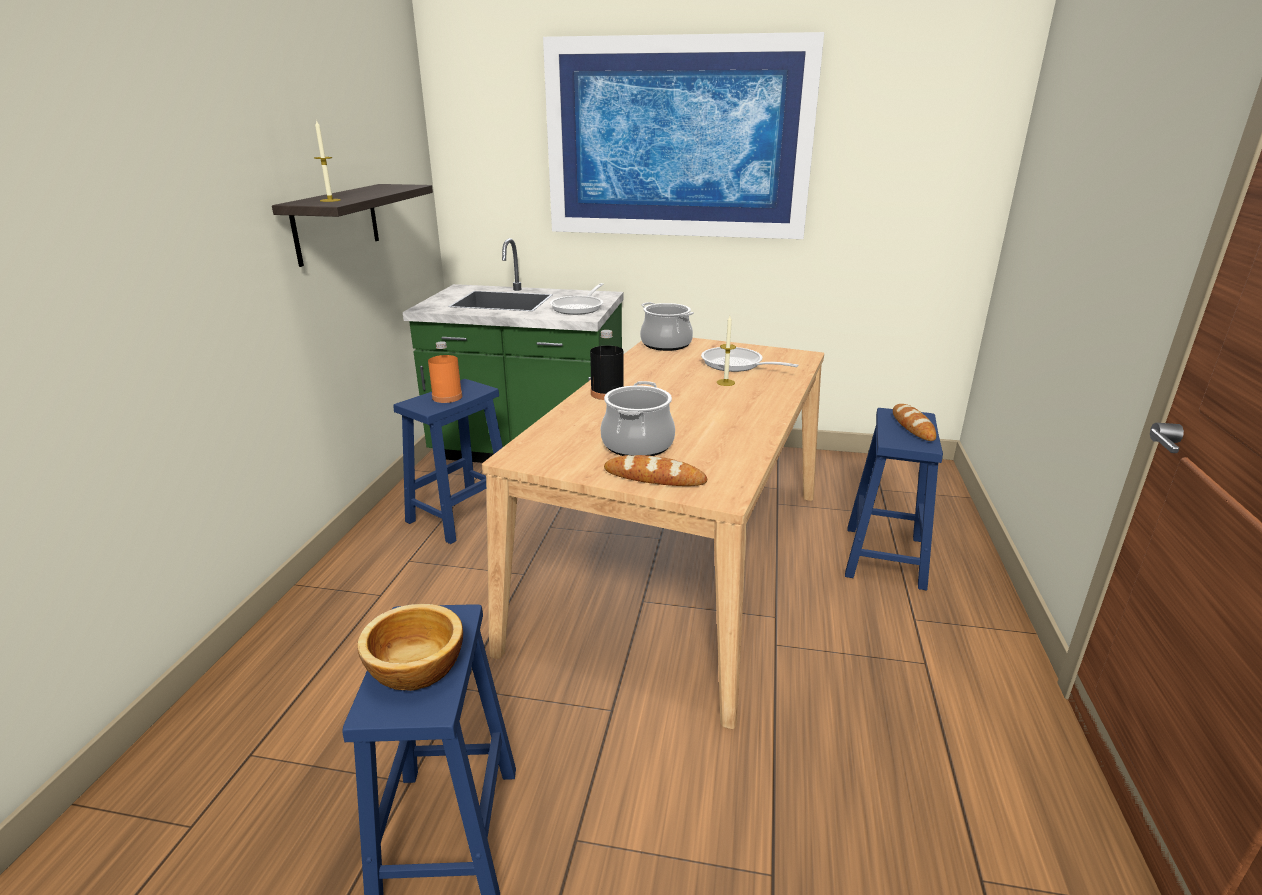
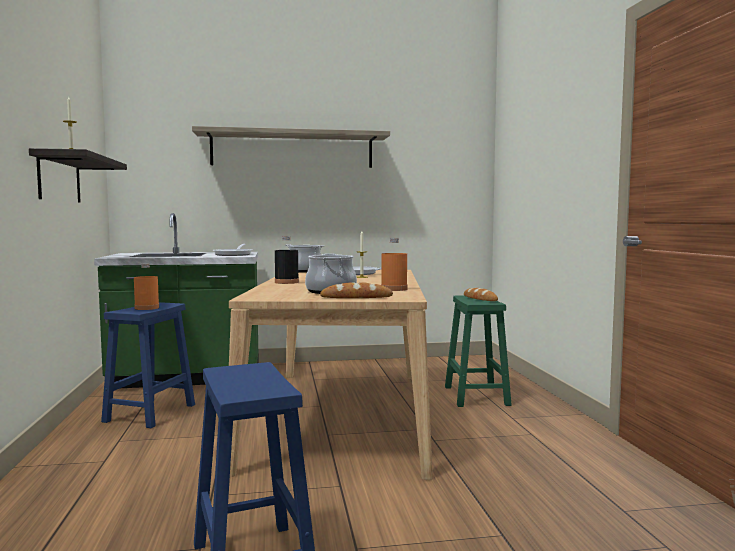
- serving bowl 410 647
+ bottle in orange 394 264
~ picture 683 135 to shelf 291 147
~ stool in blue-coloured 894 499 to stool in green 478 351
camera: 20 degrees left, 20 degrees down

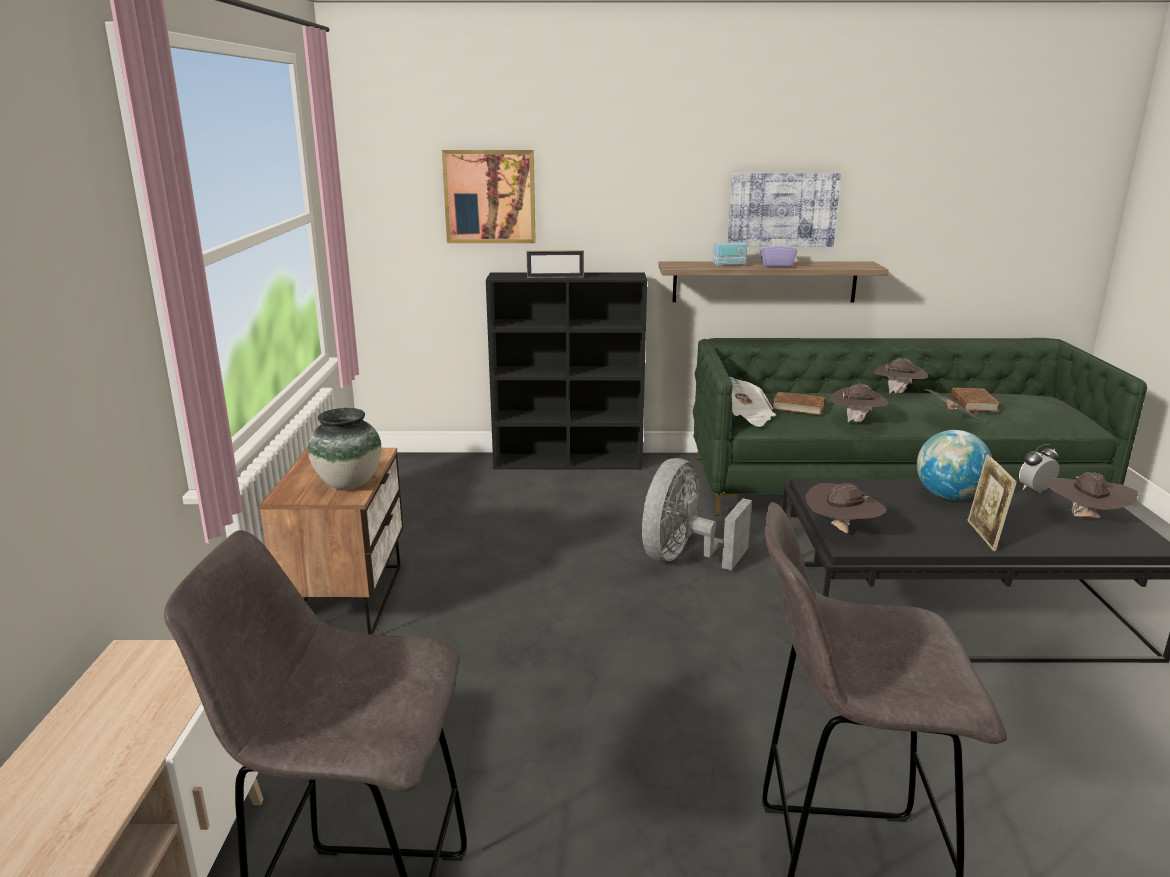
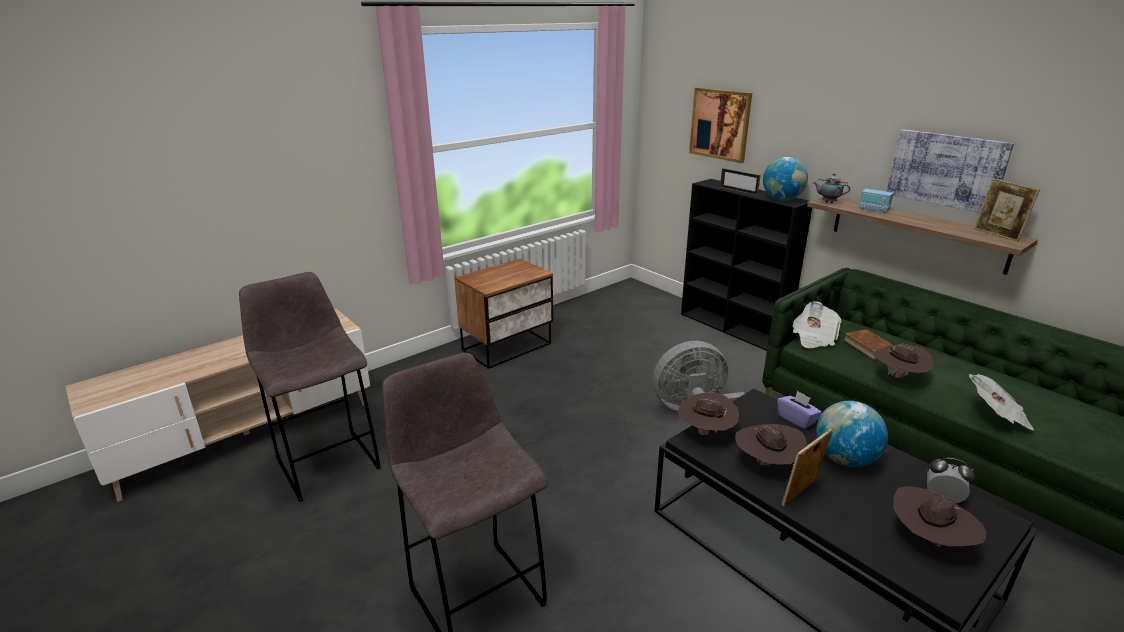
- decorative vase 344 449
- volume in brownish 975 400
+ world globe 785 178
+ teapot 832 188
+ photo frame 1007 210
~ box of tissues in purple 778 252 to 799 410
~ clothing hat in brownish 901 376 to 771 444
camera: 50 degrees right, 5 degrees up

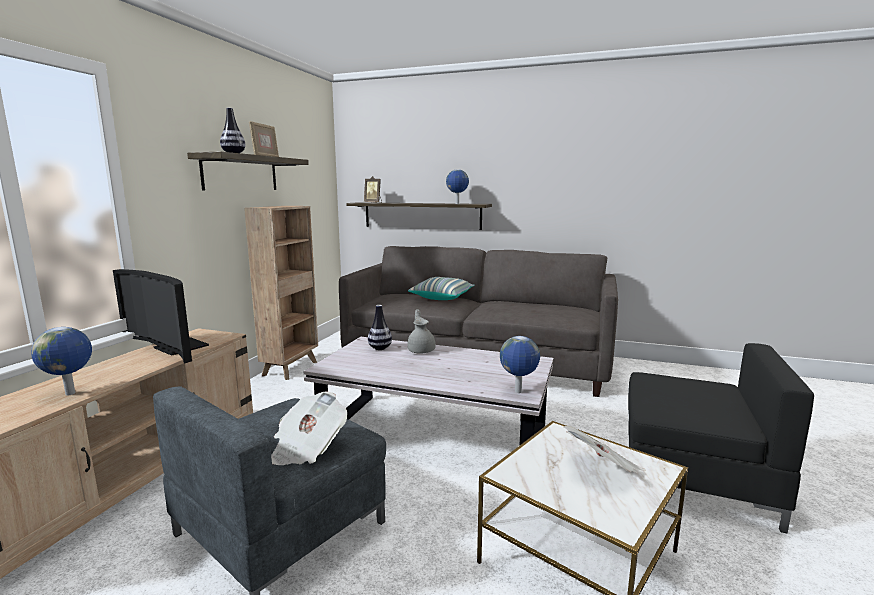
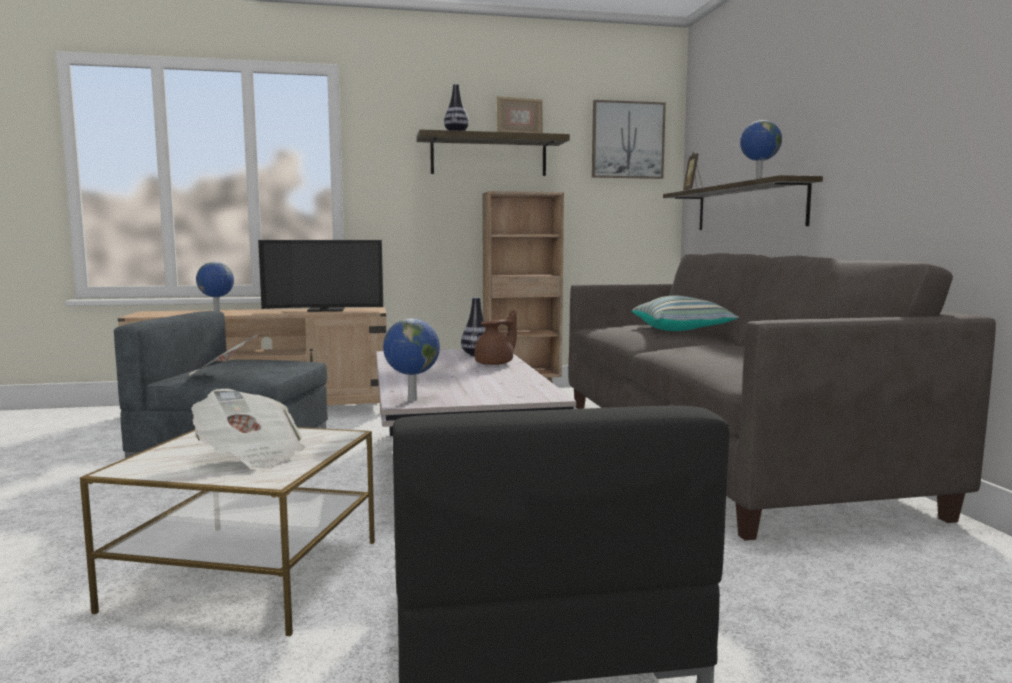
+ picture 629 139
~ teapot in greyish 421 331 to teapot in brownish 495 337
~ TV set 161 316 = 320 276 105 degrees counterclockwise
camera: 60 degrees right, 5 degrees down

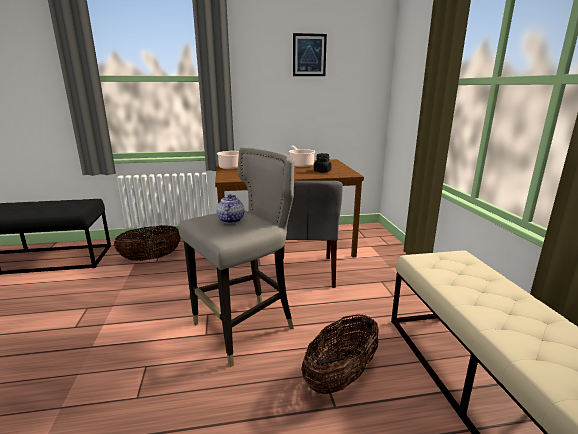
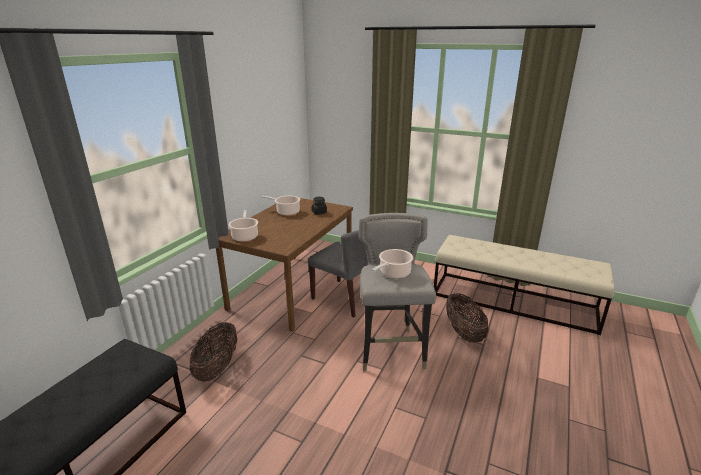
- picture 310 54
~ teapot 230 208 to cooking pot 392 263
camera: 55 degrees left, 5 degrees up

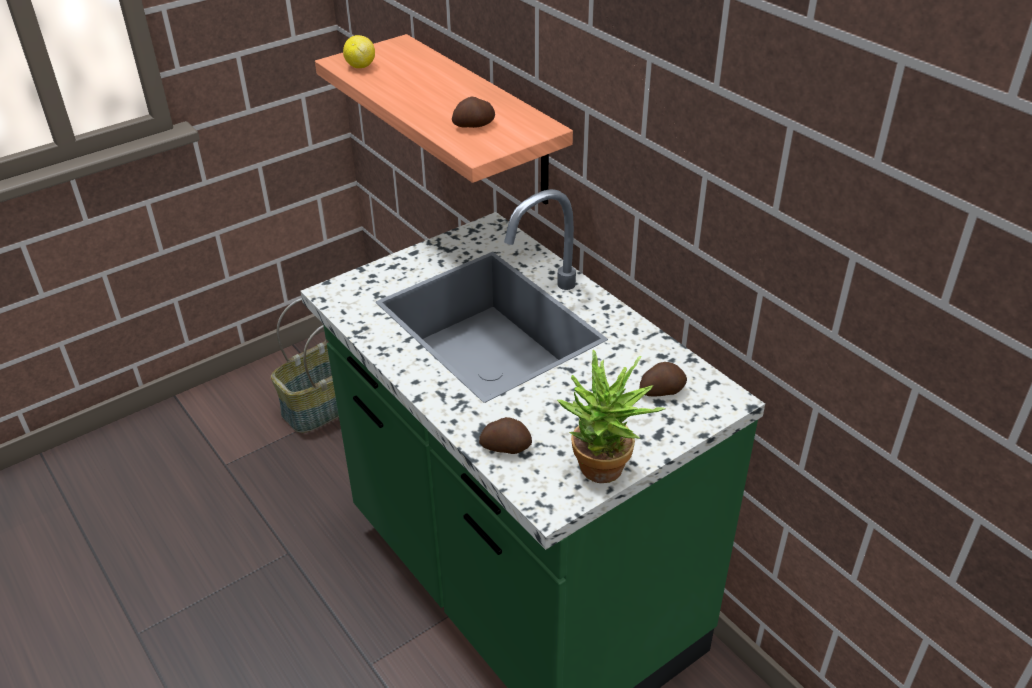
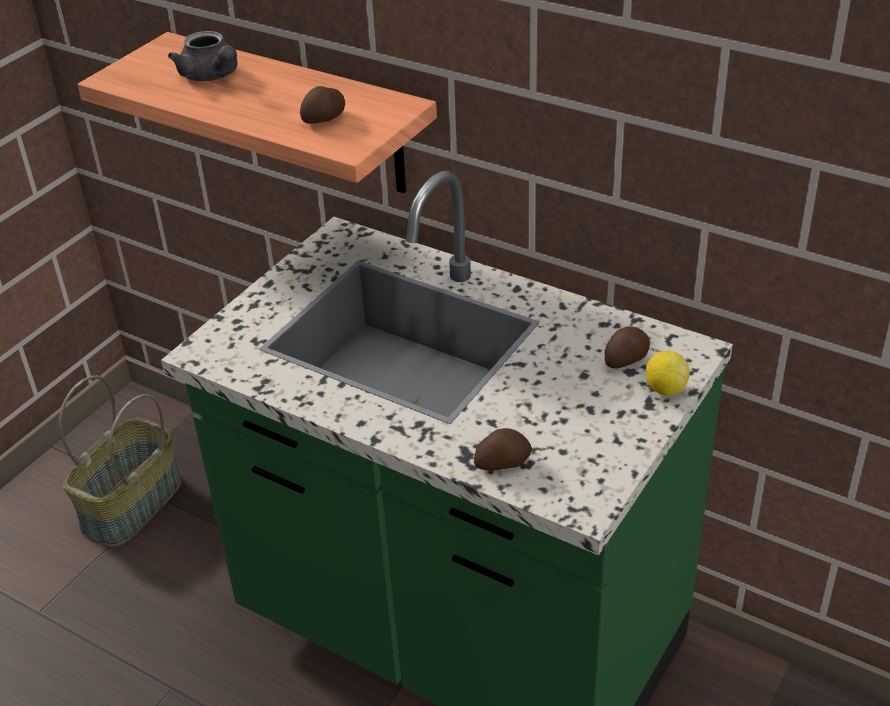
- plant in a pot 611 416
+ teapot in greyish 202 56
~ lemon 359 51 to 668 373
camera: 20 degrees left, 0 degrees up

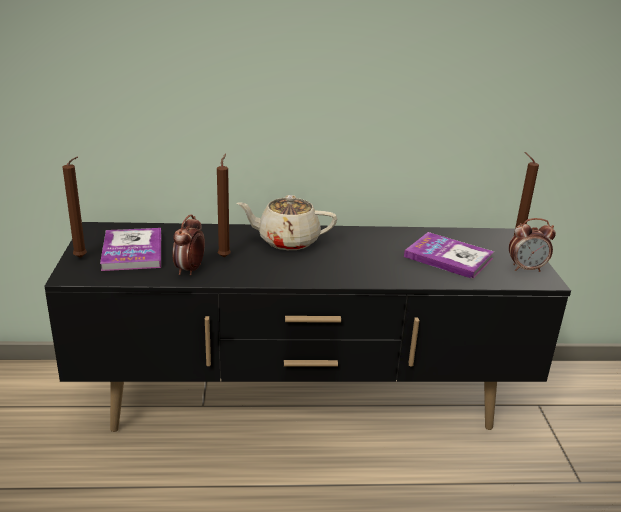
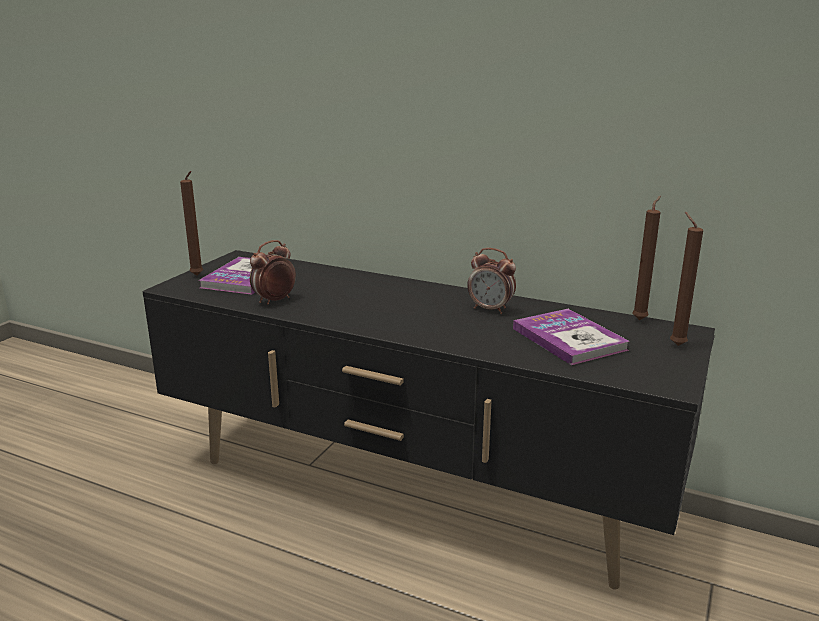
- teapot in sand-coloured 287 222
~ wax light in brownish 224 205 to 646 258
~ bedside clock 532 245 to 491 281
camera: 30 degrees right, 5 degrees down

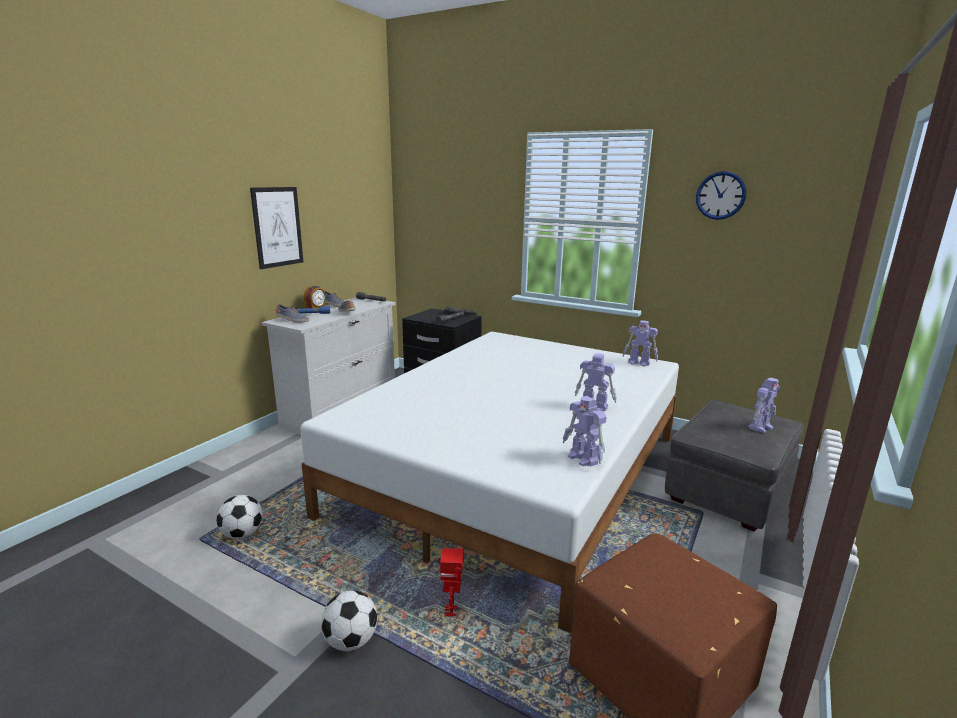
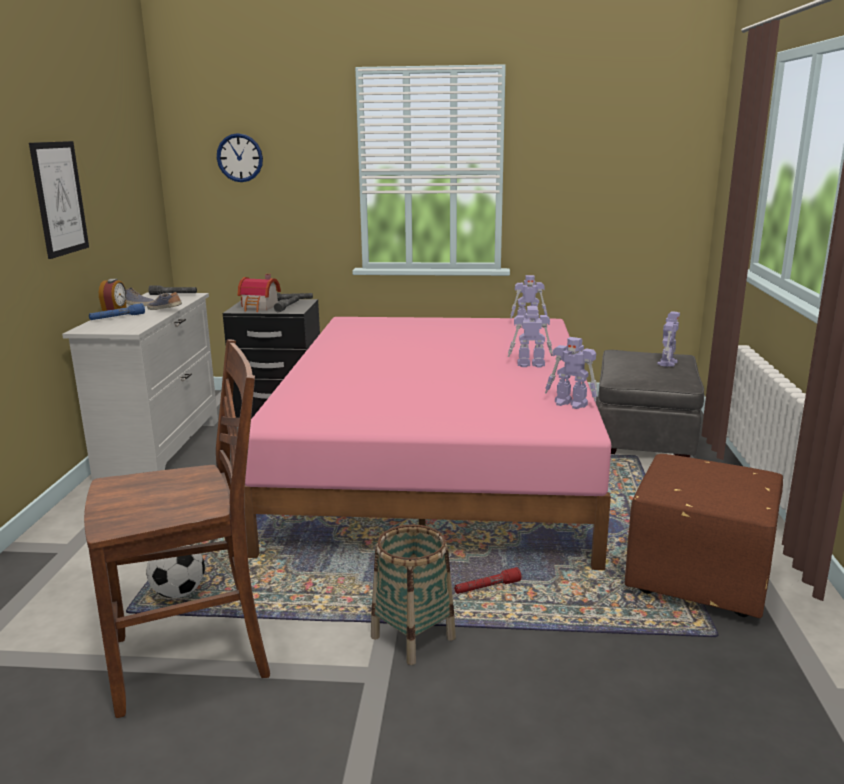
- shoe 292 313
+ plain chair in brownish 177 529
+ toy house 259 293
~ wall clock 721 195 to 240 157
~ football 349 620 to household basket 413 594
~ toy robot 451 582 to flashlight in red 488 580
~ bedroom bed in white-coloured 489 482 to bedroom bed in pink-coloured 427 443
camera: 25 degrees left, 0 degrees up

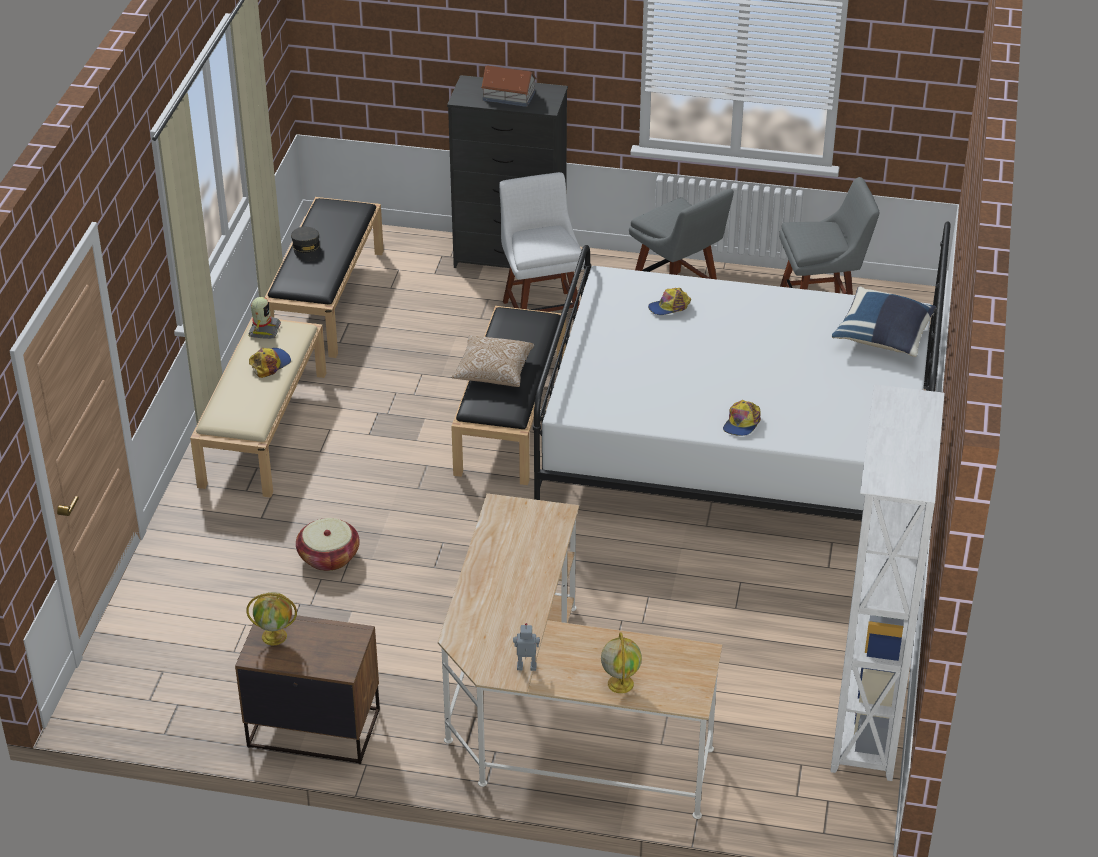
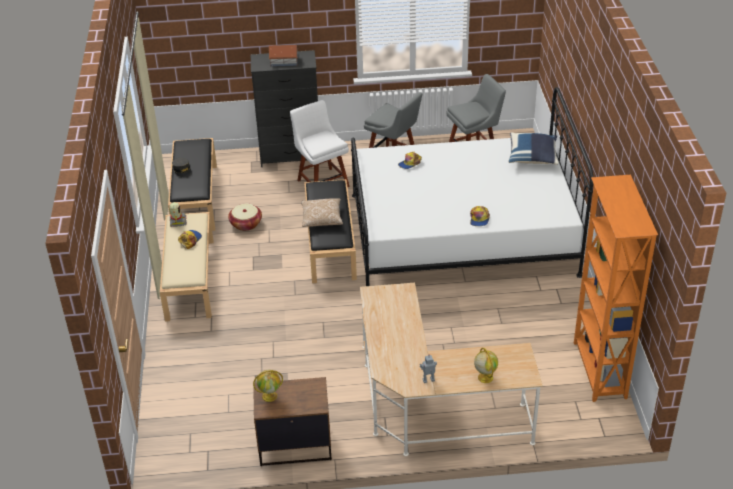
~ household basket 328 544 to 245 217
~ shelving unit in white-coloured 887 582 to shelving unit in orange 616 288
camera: 15 degrees left, 0 degrees up

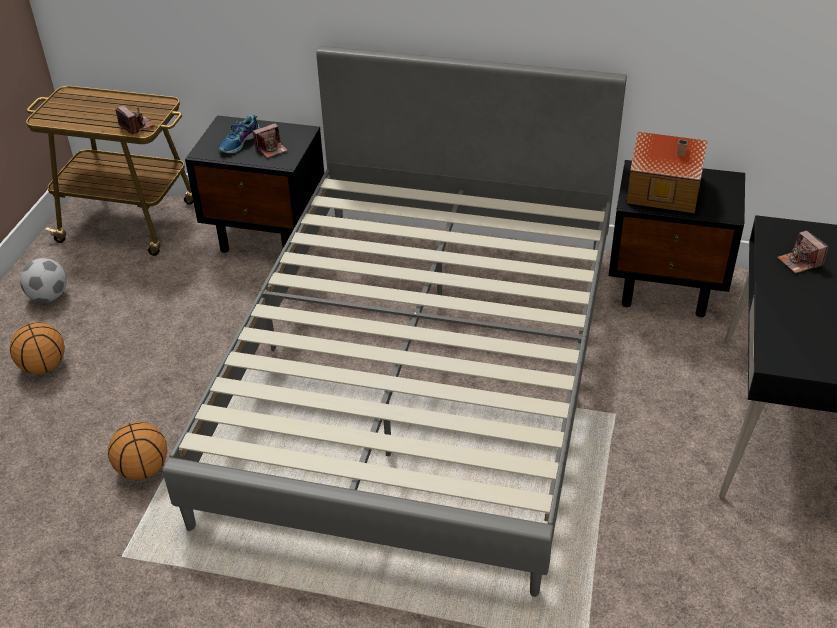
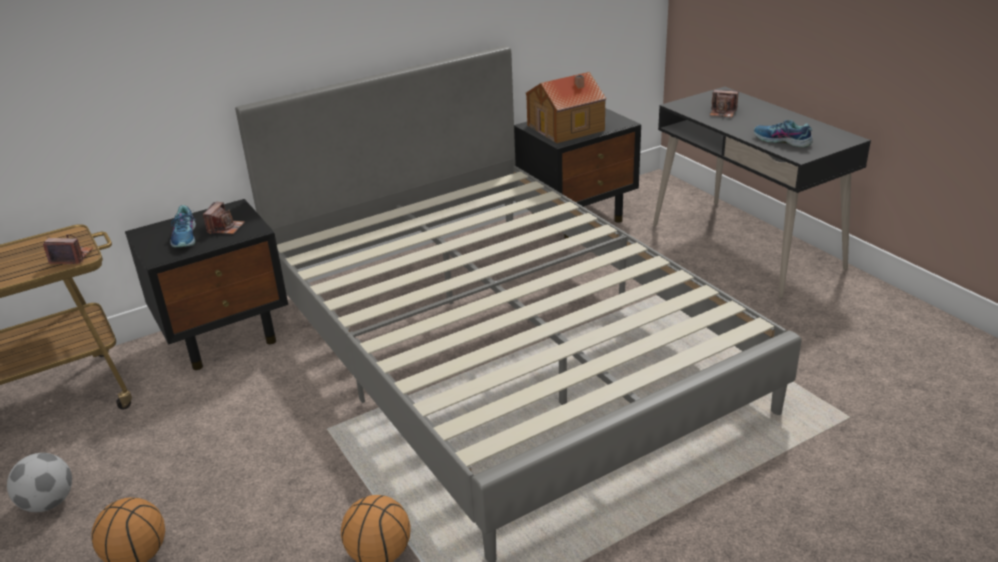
+ shoe 783 134
camera: 45 degrees left, 10 degrees down

